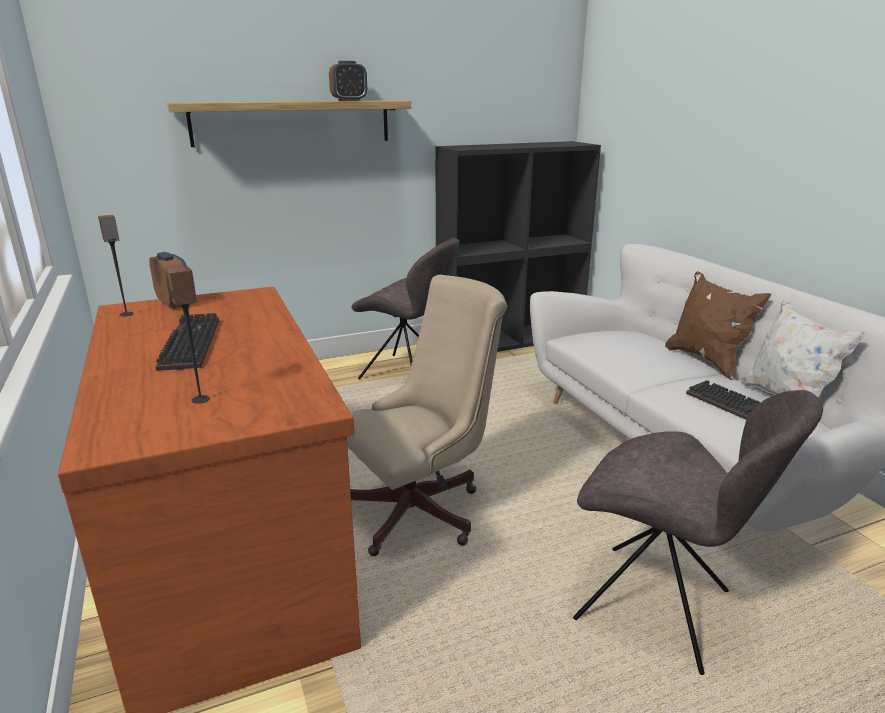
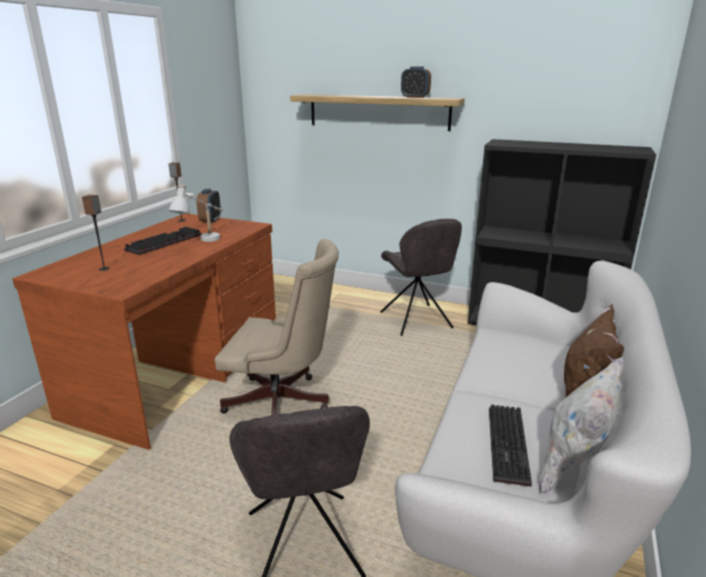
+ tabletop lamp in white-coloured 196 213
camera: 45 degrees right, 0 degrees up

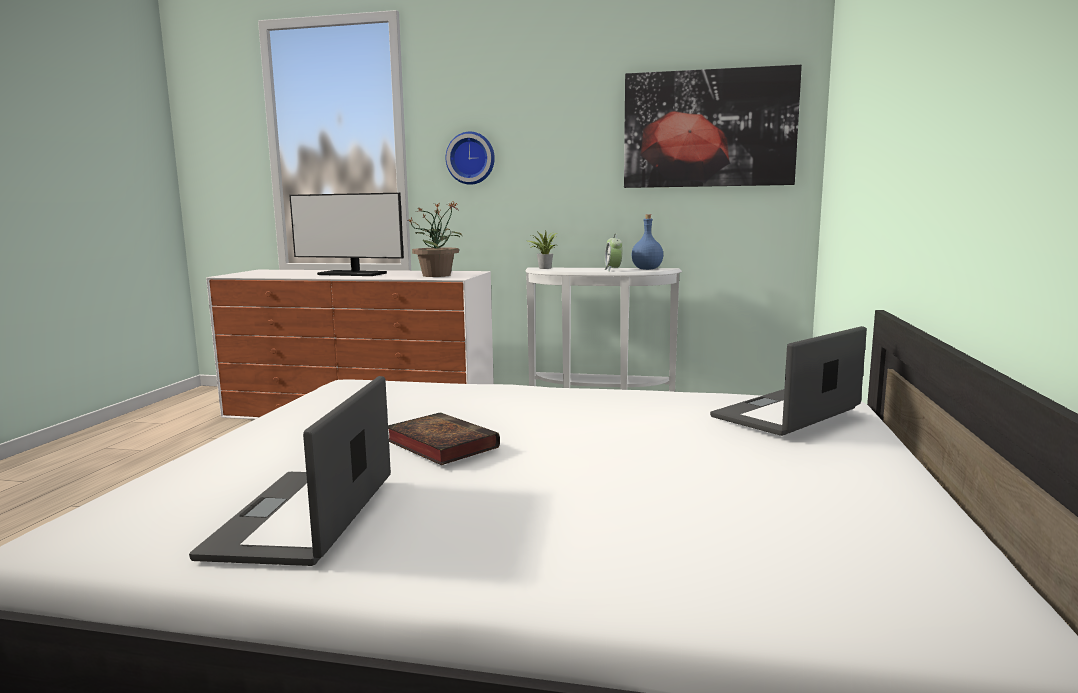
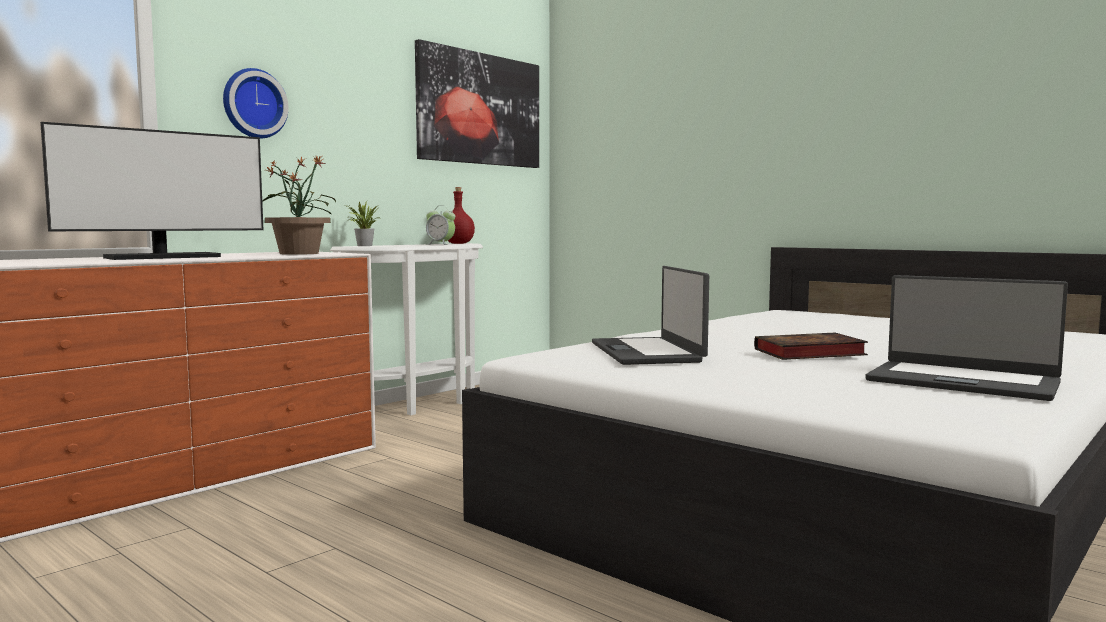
~ portable computer 788 381 to 650 315
~ bottle in blue-coloured 647 242 to bottle in red 461 215
camera: 60 degrees left, 5 degrees down

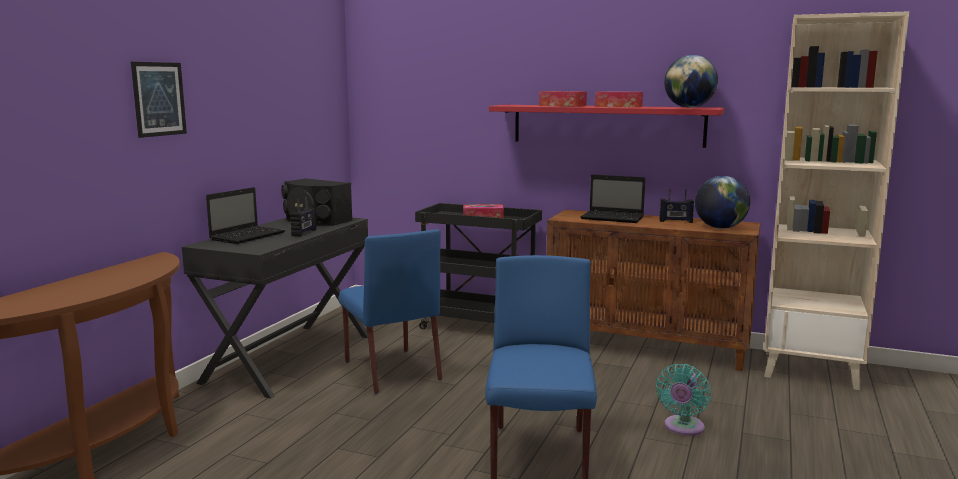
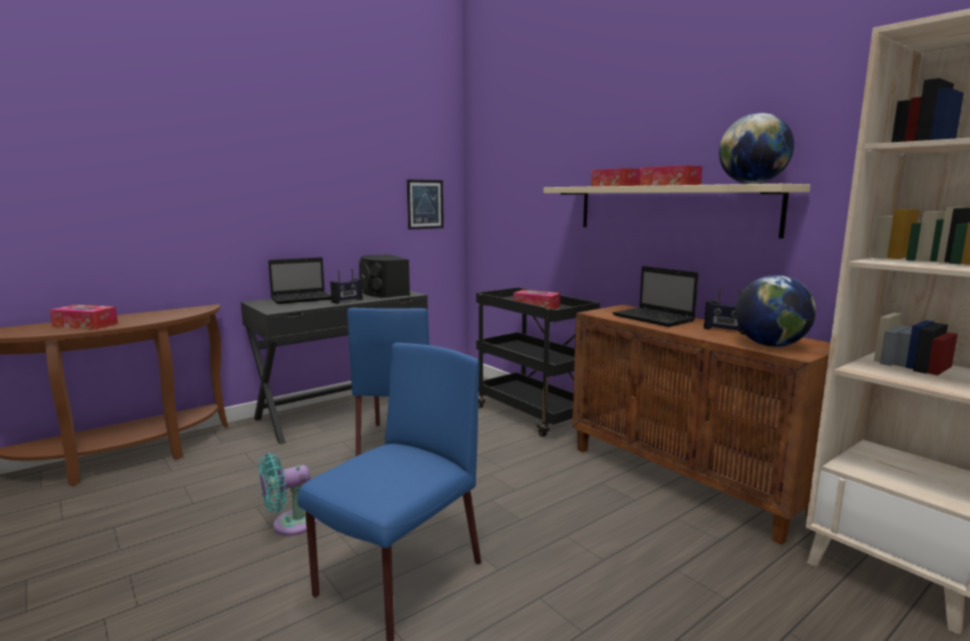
+ box of tissues 84 317
~ picture 159 100 to 425 204
~ electric fan in turquoise-coloured 683 400 to 288 494
~ shelf in red 607 126 to shelf in sand-coloured 677 211
camera: 30 degrees right, 0 degrees up

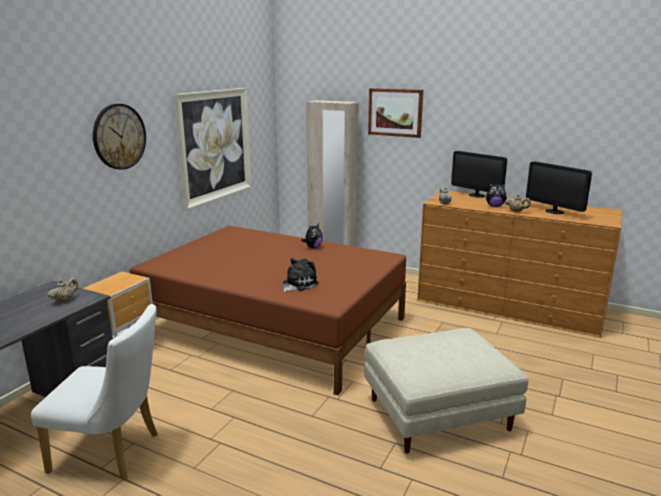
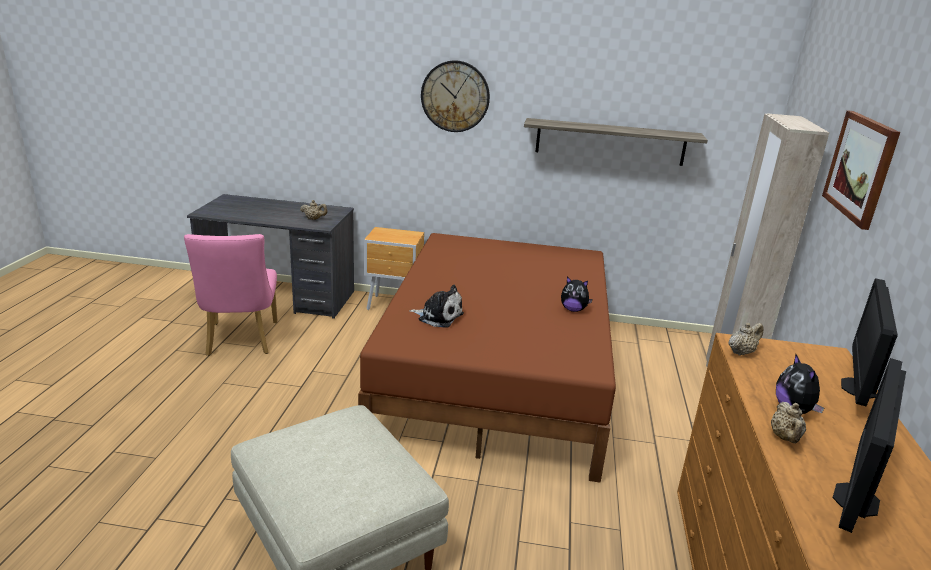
~ picture 212 149 to shelf 616 142
~ plain chair in white-coloured 94 392 to plain chair in pink-coloured 231 295
camera: 70 degrees right, 5 degrees up

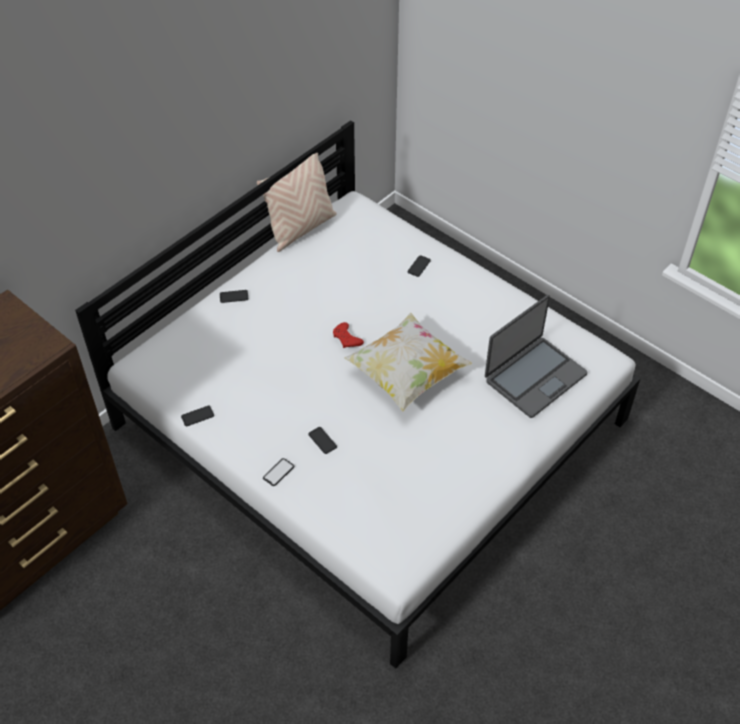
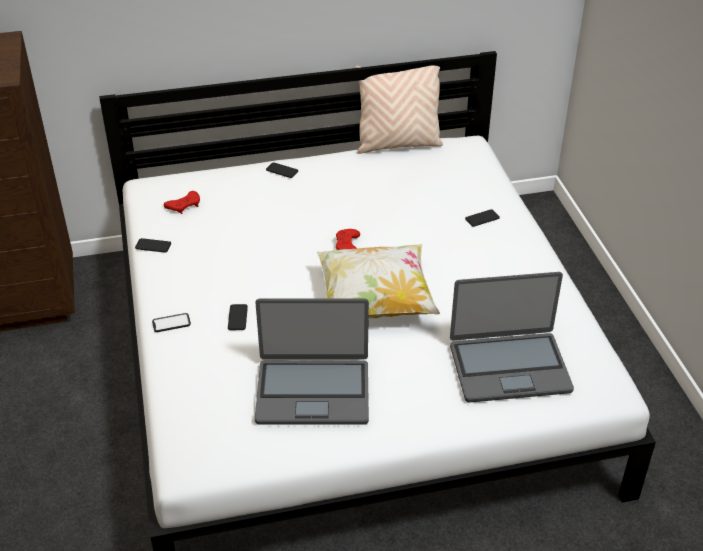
+ gamepad in red 182 202
+ portable computer 312 361
camera: 35 degrees right, 10 degrees down

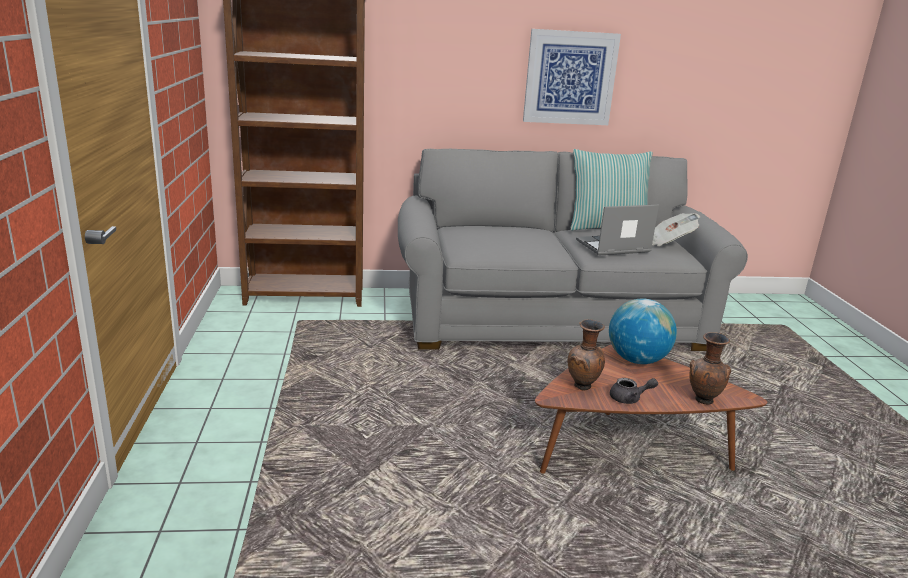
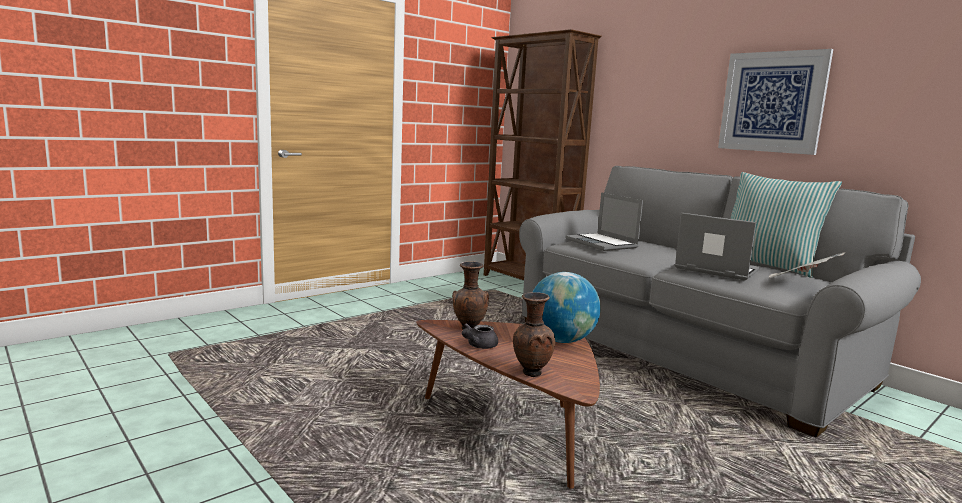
+ portable computer 604 221
~ teapot in greyish 634 391 = 480 336 75 degrees clockwise
camera: 55 degrees right, 10 degrees down

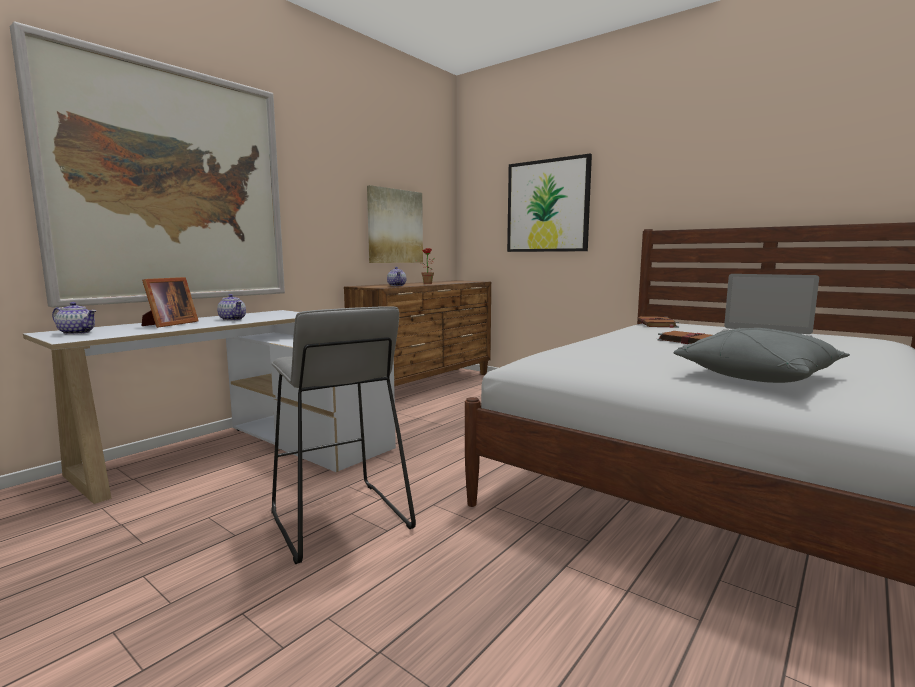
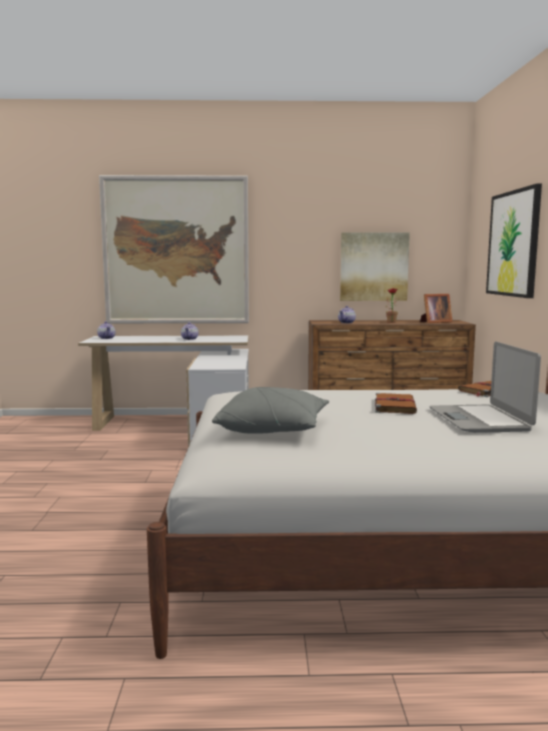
- stool in greyish 343 435
~ photo frame 170 302 to 436 308
camera: 50 degrees right, 0 degrees up

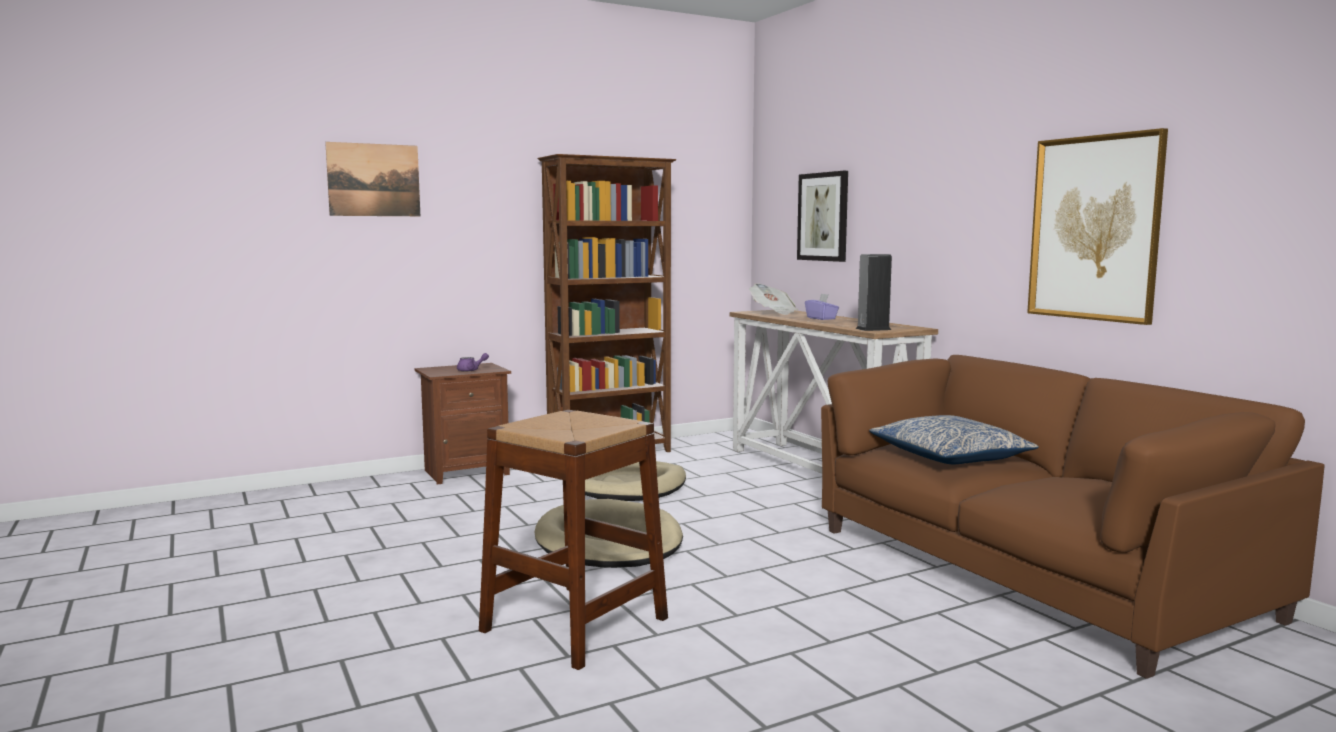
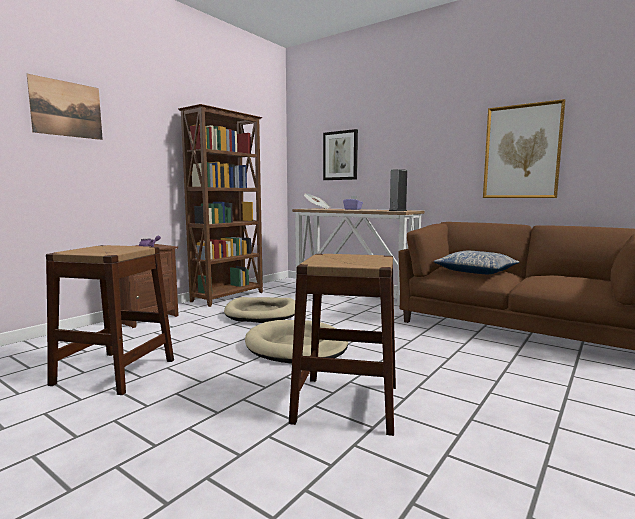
+ stool in brownish 110 320
camera: 25 degrees left, 0 degrees up

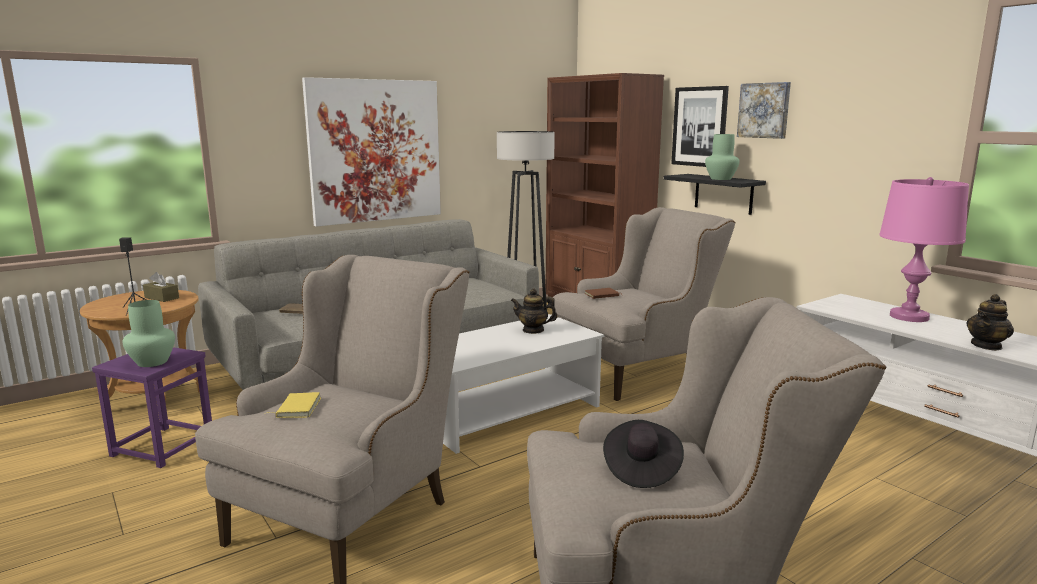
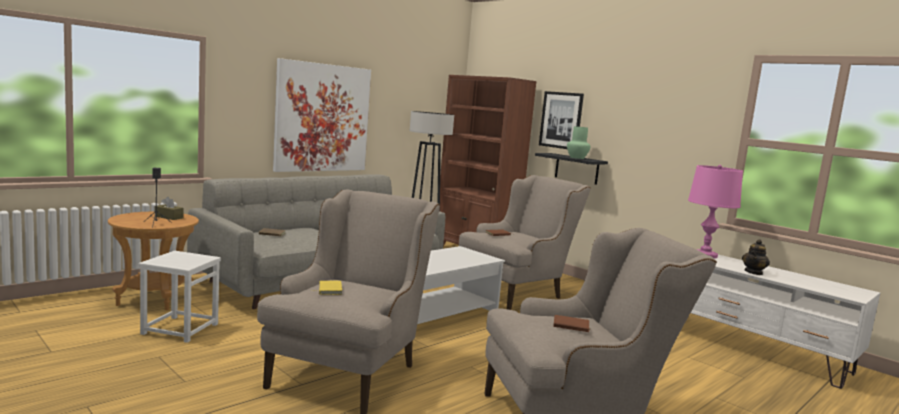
- decorative vase in green 148 333
- teapot 534 311
- picture 764 110
~ clothing hat in black-coloured 643 454 to volume in brownish 572 323
~ stool in purple 152 407 to stool in white-coloured 180 297
camera: 10 degrees left, 5 degrees down

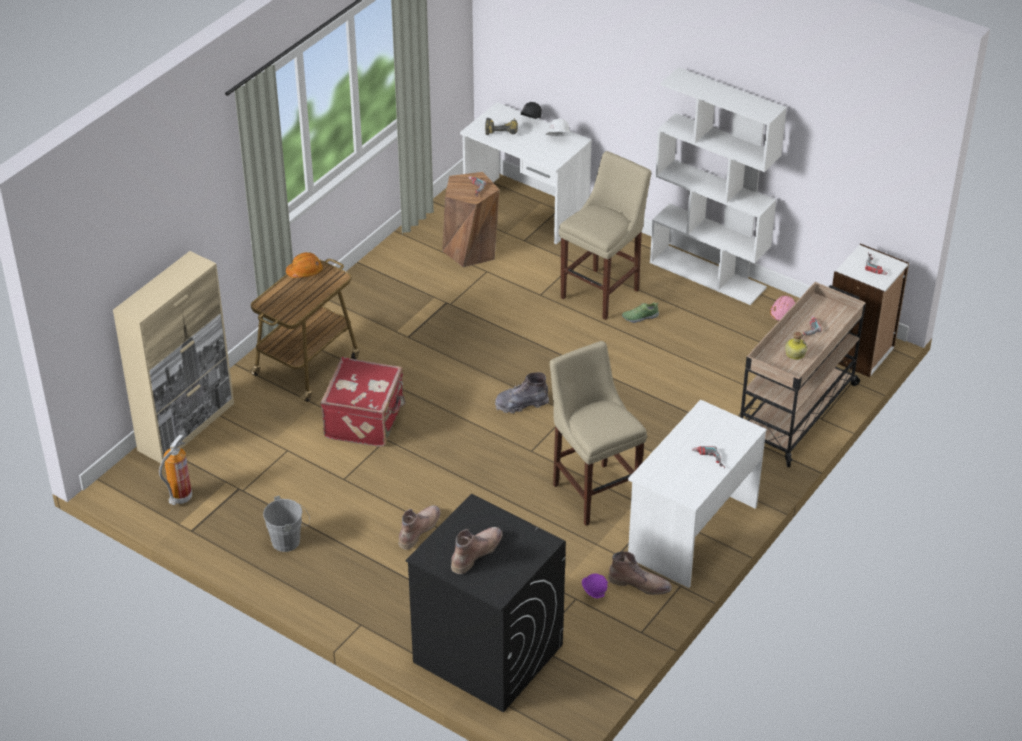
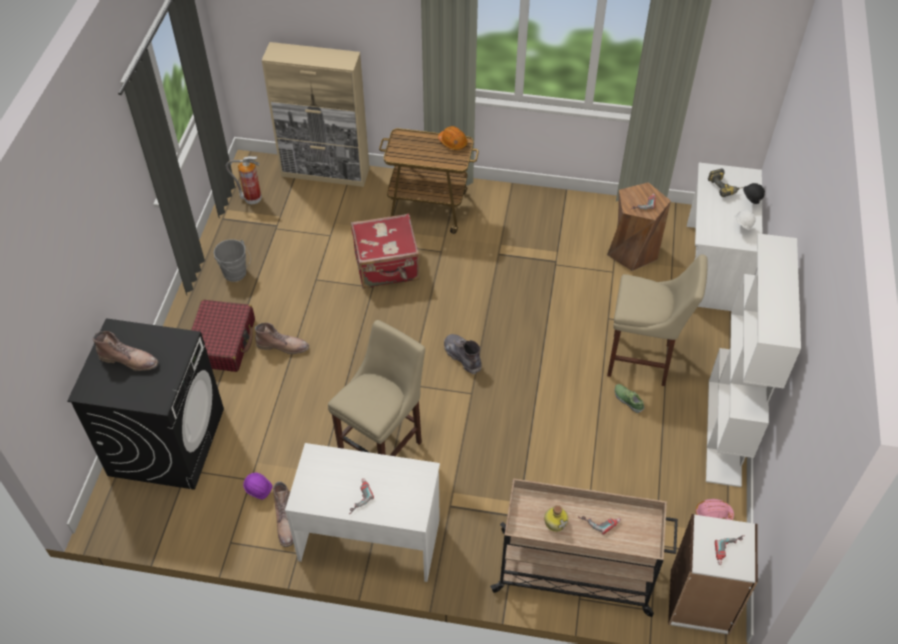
+ piece of luggage in red 223 336
camera: 65 degrees right, 10 degrees up

